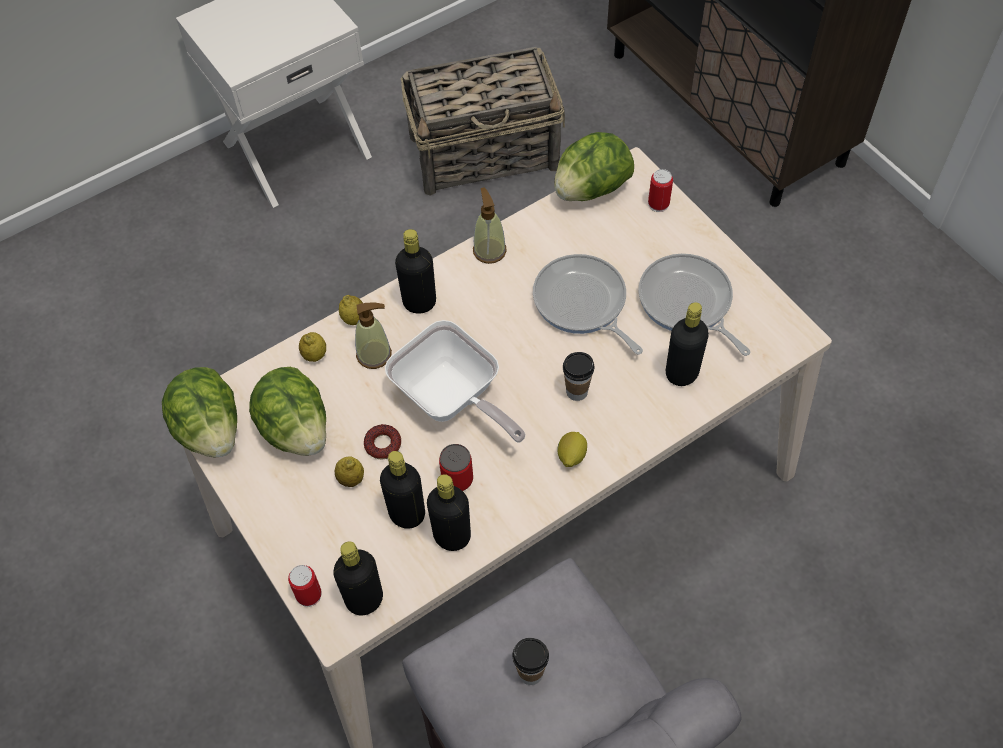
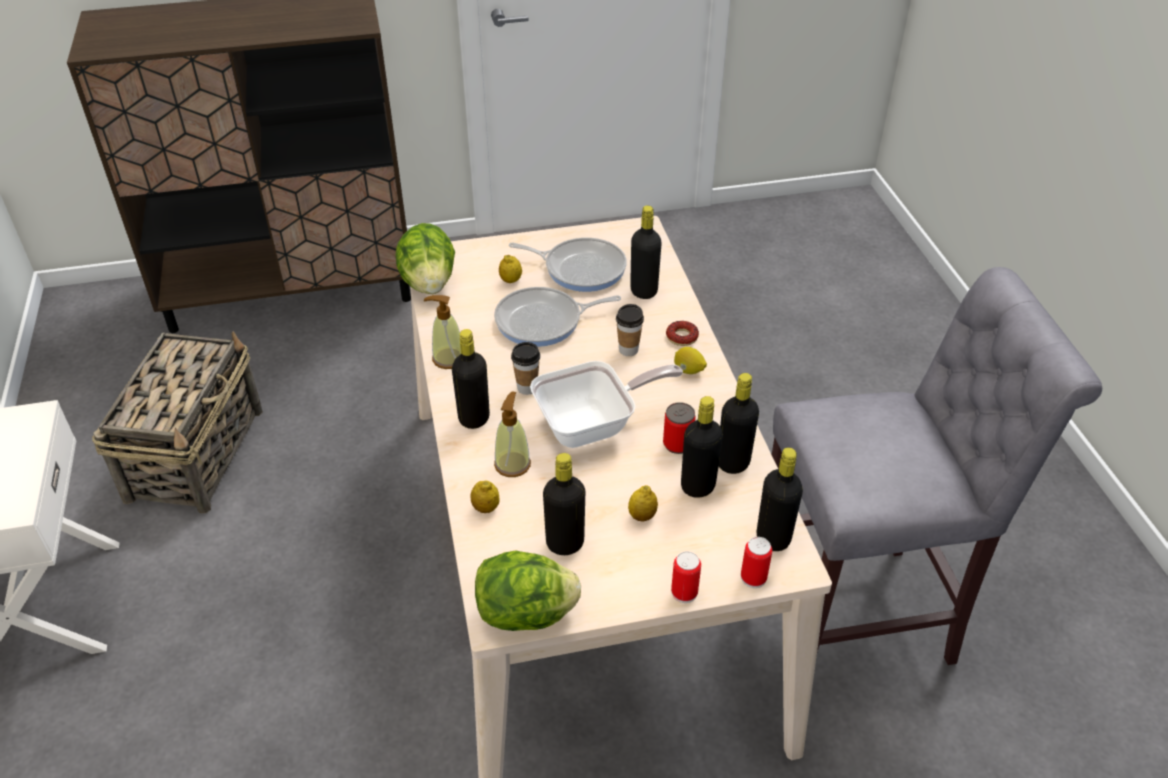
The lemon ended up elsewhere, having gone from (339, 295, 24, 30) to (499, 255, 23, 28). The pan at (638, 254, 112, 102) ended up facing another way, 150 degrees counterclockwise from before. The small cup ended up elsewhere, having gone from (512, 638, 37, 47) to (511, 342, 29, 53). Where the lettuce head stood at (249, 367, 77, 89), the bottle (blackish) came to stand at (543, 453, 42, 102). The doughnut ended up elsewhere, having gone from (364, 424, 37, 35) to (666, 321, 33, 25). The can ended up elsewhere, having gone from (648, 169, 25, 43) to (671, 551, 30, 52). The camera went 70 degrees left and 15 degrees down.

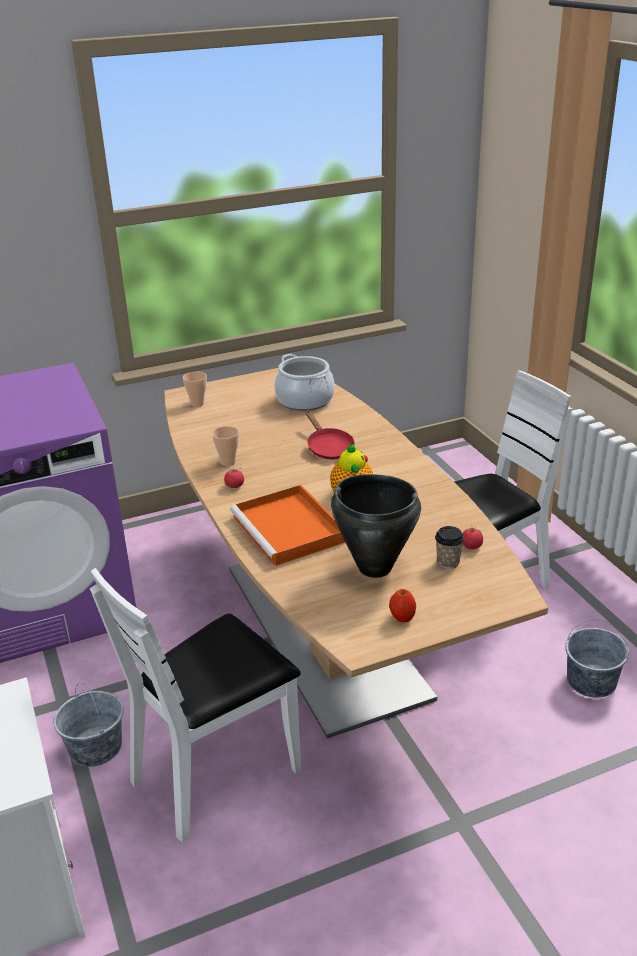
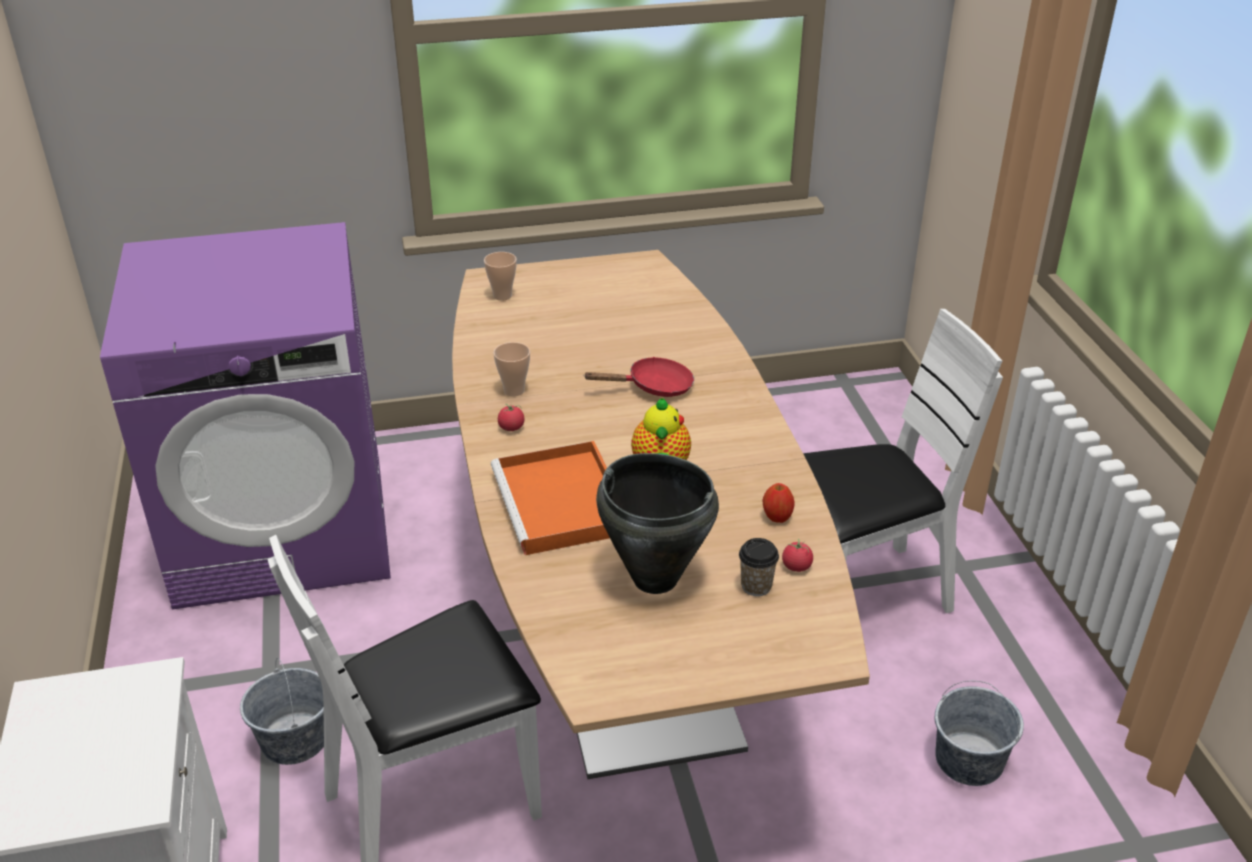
The pan (reddish) at (305, 411, 50, 48) ended up facing another way, 90 degrees counterclockwise from before. The apple fruit ended up elsewhere, having gone from (389, 589, 27, 33) to (762, 483, 33, 40). The second view lost the saucepot at (274, 354, 61, 57). The camera went 10 degrees right and 5 degrees up.

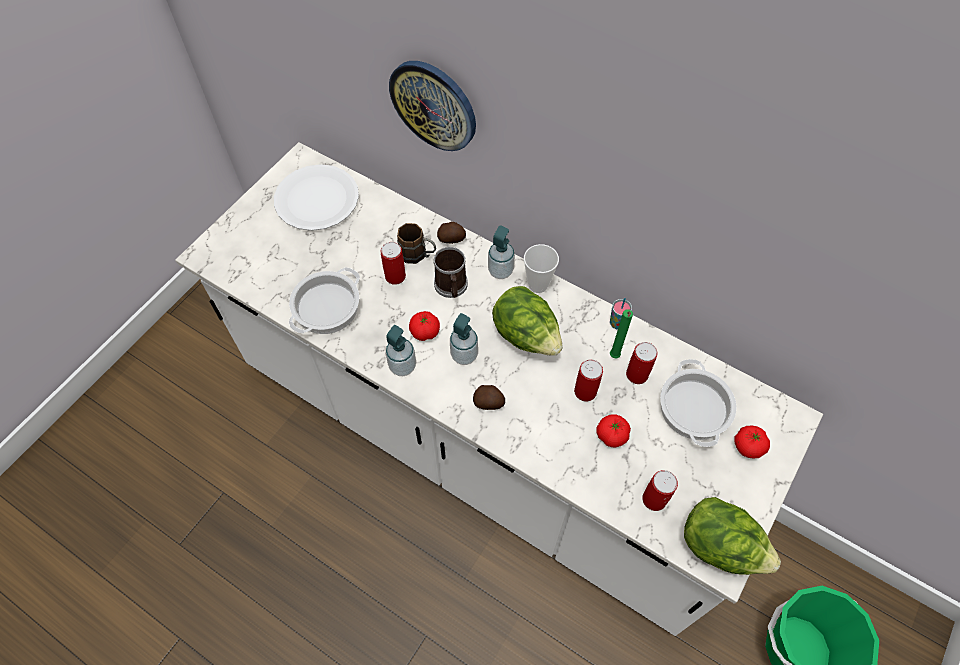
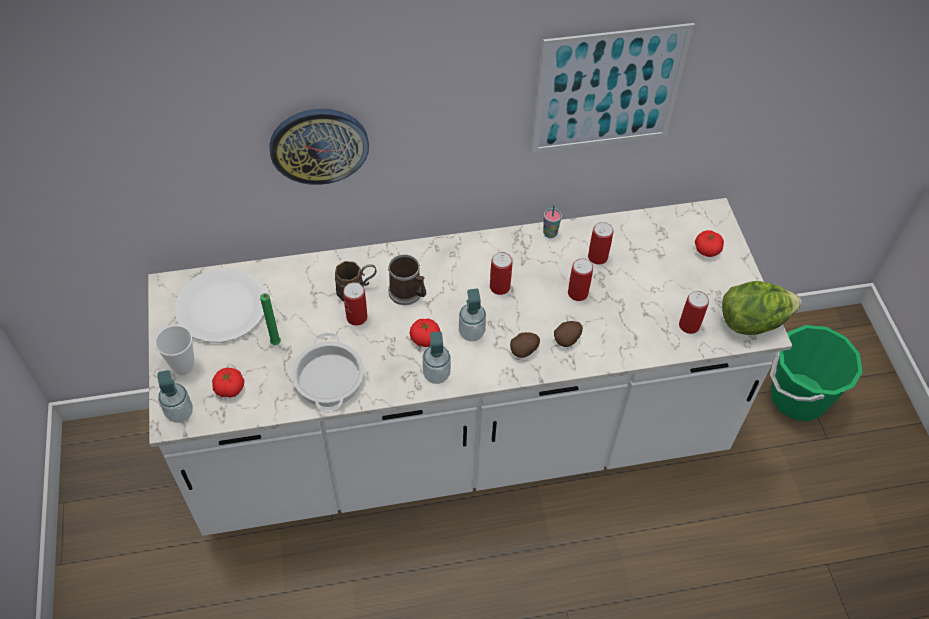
The small cup ended up elsewhere, having gone from (524, 244, 35, 49) to (155, 325, 39, 50). The soap bottle ended up elsewhere, having gone from (488, 226, 27, 53) to (157, 370, 36, 53). The whole tomato ended up elsewhere, having gone from (597, 414, 34, 33) to (212, 368, 32, 30). The candle (greenish) ended up elsewhere, having gone from (610, 309, 23, 49) to (260, 293, 21, 52). Where the lettuce head stood at (492, 286, 71, 70), the can came to stand at (490, 252, 22, 43). The second view gained the wall picture at (532, 23, 163, 130). The whole potato ended up elsewhere, having gone from (437, 222, 29, 22) to (554, 321, 29, 26). The second view lost the saucepot at (660, 359, 77, 88). The camera went 45 degrees left and 5 degrees down.

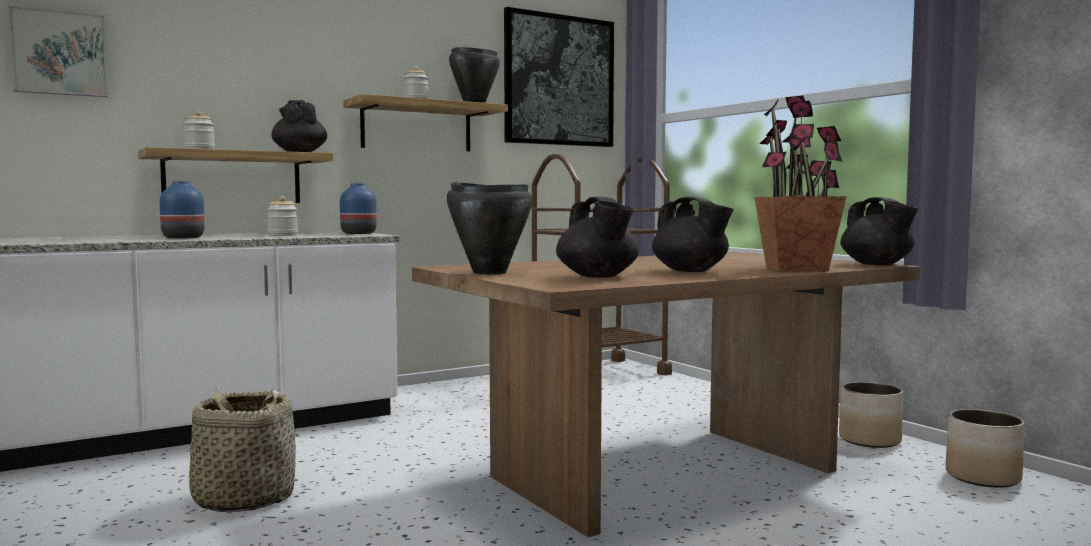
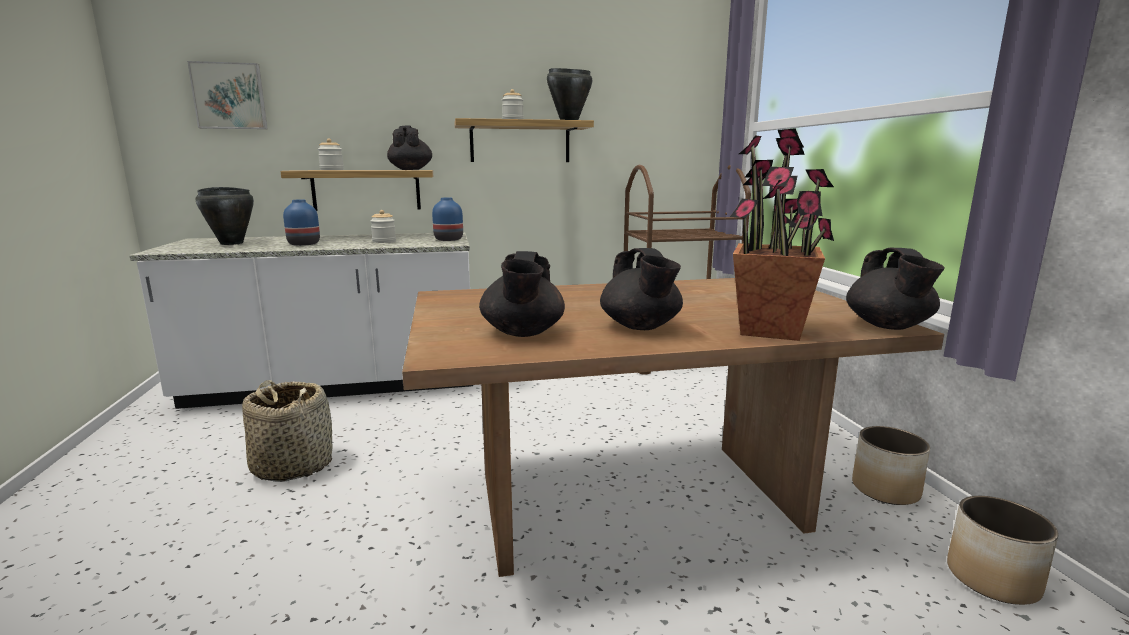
The saucepot (blackish) ended up elsewhere, having gone from (447, 182, 86, 93) to (196, 187, 58, 58). The second view lost the wall picture at (504, 7, 110, 140). The camera went 20 degrees right and 10 degrees up.

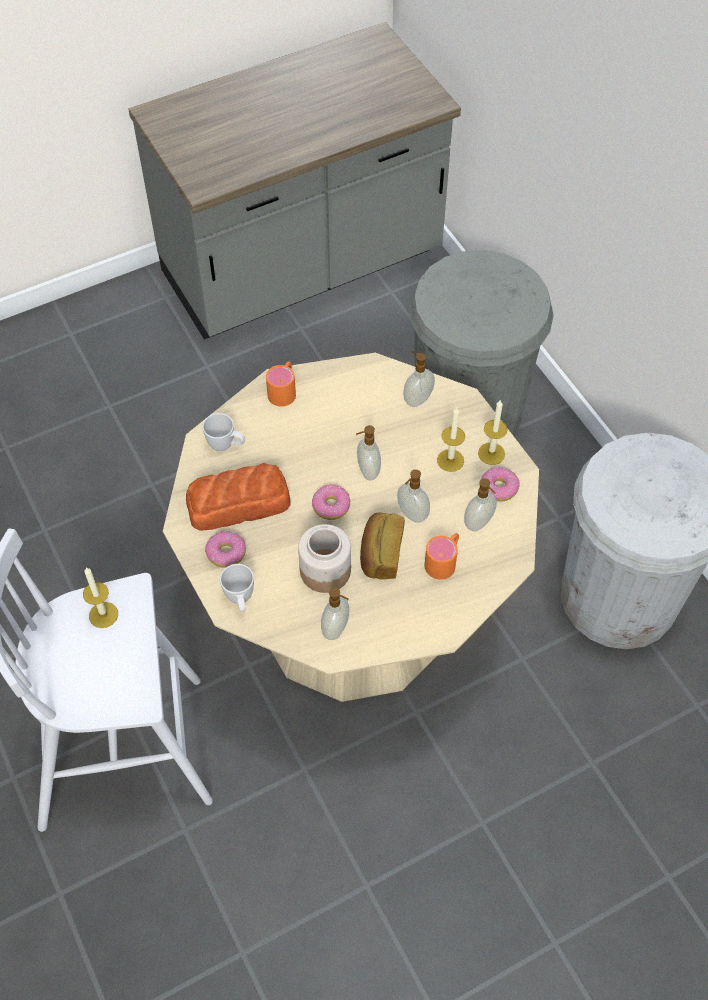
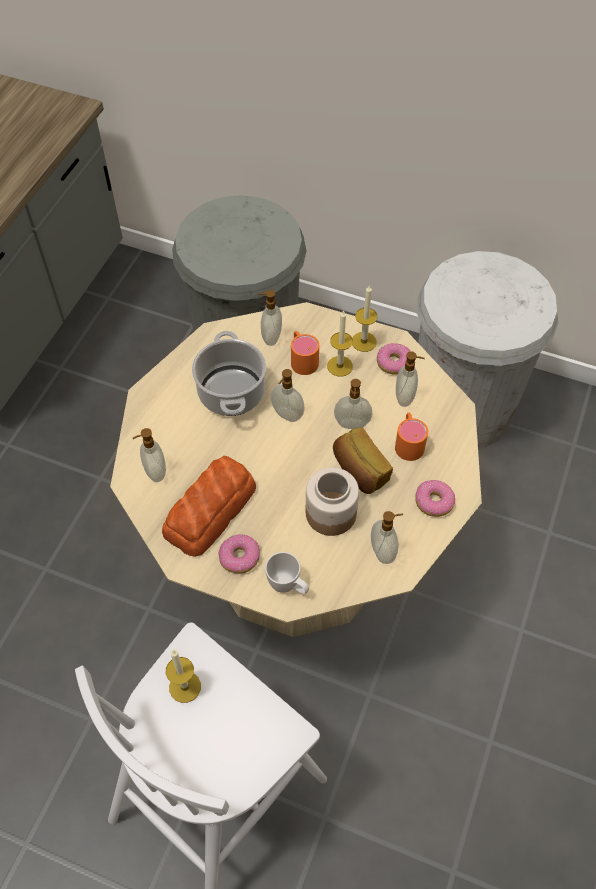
Where the mug (white) stood at (202, 413, 43, 38), the soap bottle came to stand at (133, 428, 33, 54). The second view gained the saucepot at (192, 331, 74, 85). The mug (orange-coloured) ended up elsewhere, having gone from (266, 361, 30, 46) to (291, 331, 28, 44). The doughnut ended up elsewhere, having gone from (312, 484, 38, 36) to (415, 480, 40, 37). The camera went 40 degrees left and 0 degrees up.

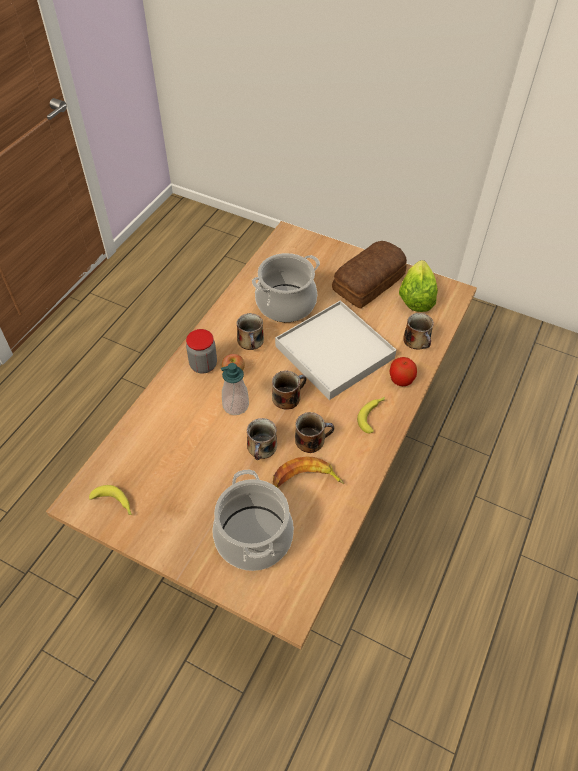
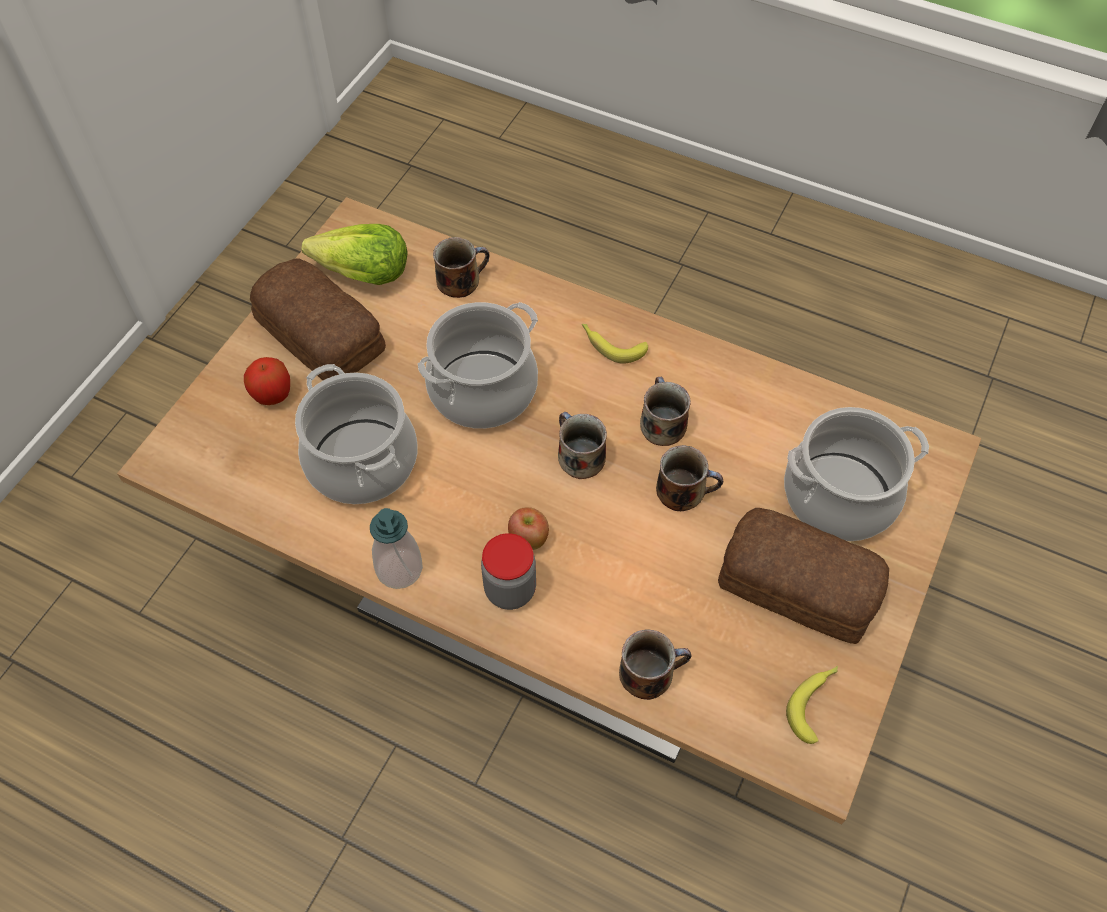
The apple fruit ended up elsewhere, having gone from (389, 357, 28, 29) to (244, 357, 46, 48). The soap bottle ended up elsewhere, having gone from (221, 363, 28, 52) to (370, 508, 53, 81). Where the serving tray (white) stood at (275, 300, 121, 100), the saucepot came to stand at (418, 302, 120, 127). The mug ended up elsewhere, having gone from (237, 313, 27, 37) to (619, 629, 72, 71). The second view gained the baked bread at (718, 508, 171, 136). The second view lost the whole banana at (273, 456, 71, 32). The camera went 90 degrees left and 5 degrees up.

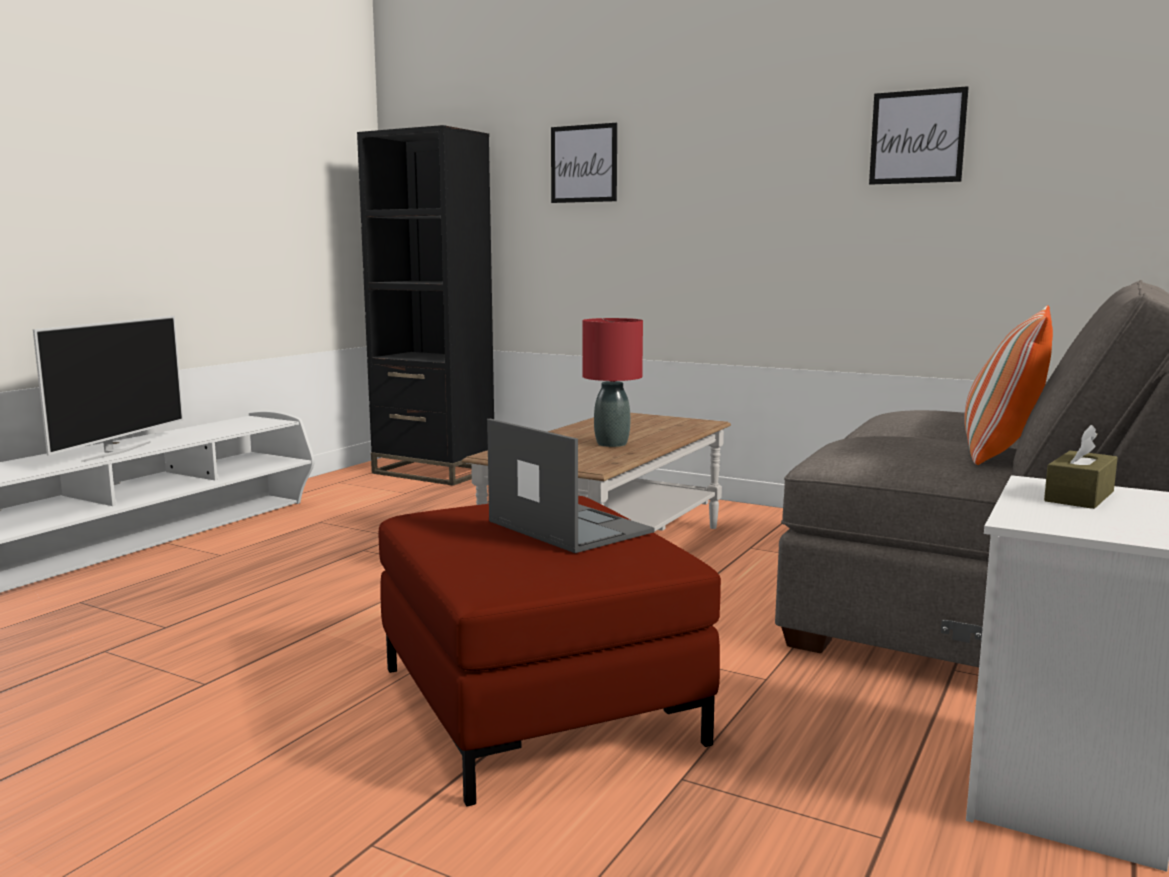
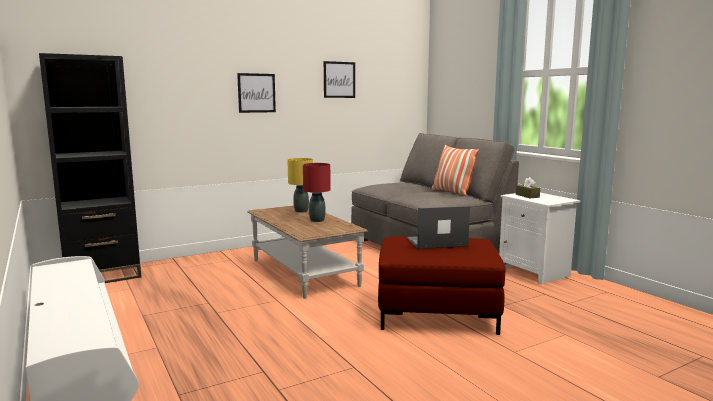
The wall picture ended up elsewhere, having gone from (551, 123, 66, 80) to (237, 73, 39, 40). The second view gained the table lamp (yellow) at (287, 158, 26, 55). The second view lost the TV set at (33, 316, 150, 146). The camera went 60 degrees left and 0 degrees up.

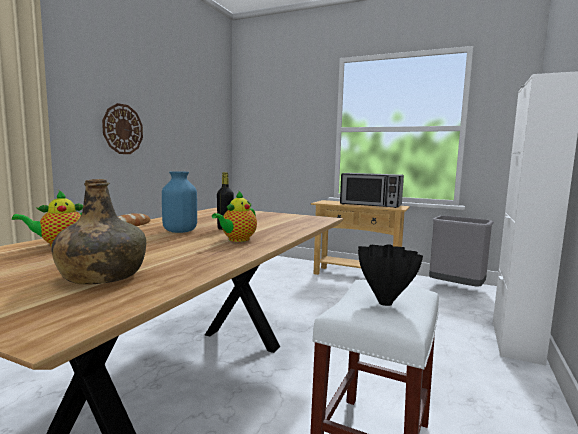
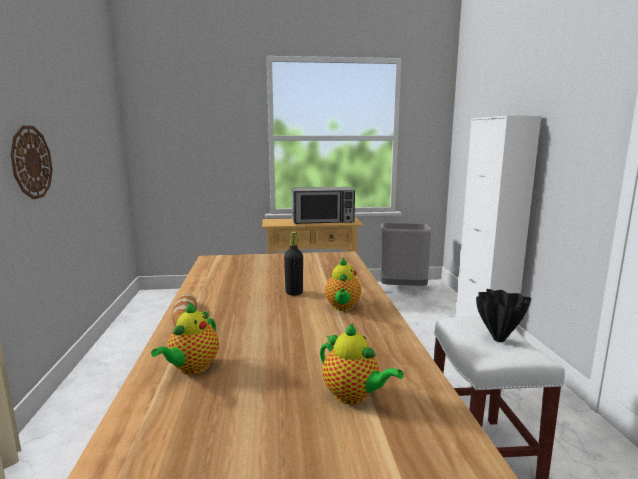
Where the bottle (greenish) stood at (51, 179, 95, 106), the pot for tea came to stand at (320, 323, 84, 82). The second view lost the decorative vase (bluish) at (162, 171, 35, 62). The camera went 30 degrees left and 5 degrees up.

